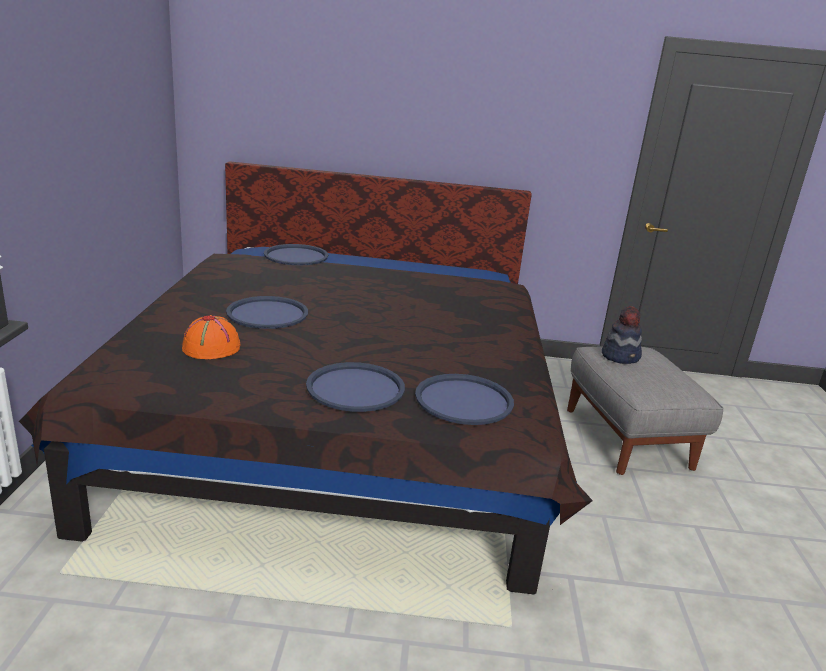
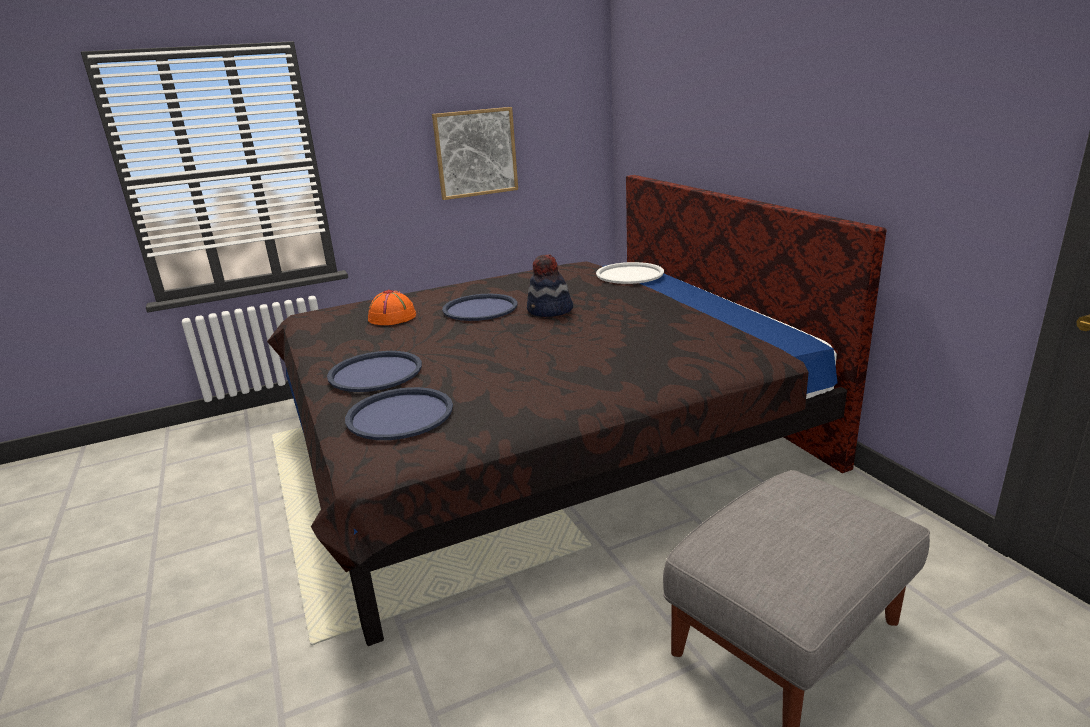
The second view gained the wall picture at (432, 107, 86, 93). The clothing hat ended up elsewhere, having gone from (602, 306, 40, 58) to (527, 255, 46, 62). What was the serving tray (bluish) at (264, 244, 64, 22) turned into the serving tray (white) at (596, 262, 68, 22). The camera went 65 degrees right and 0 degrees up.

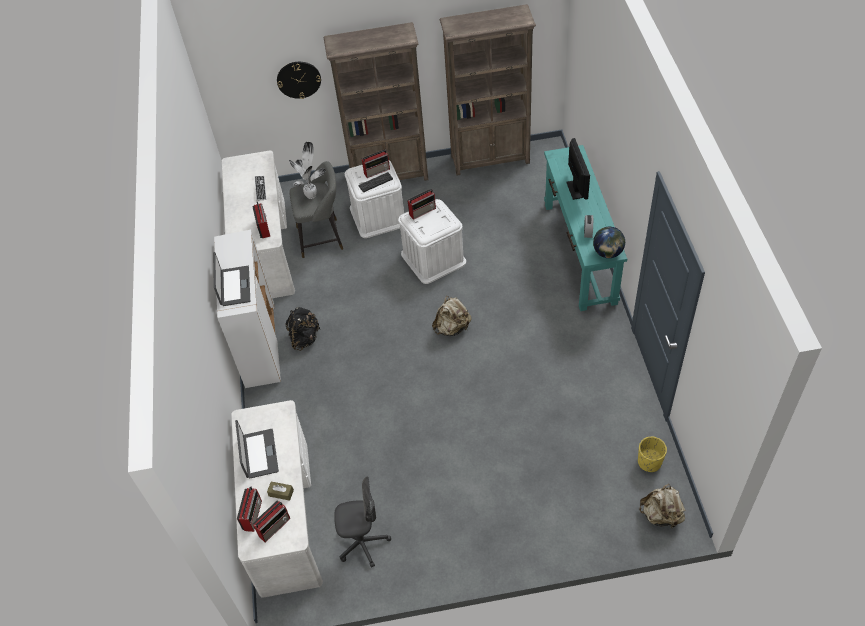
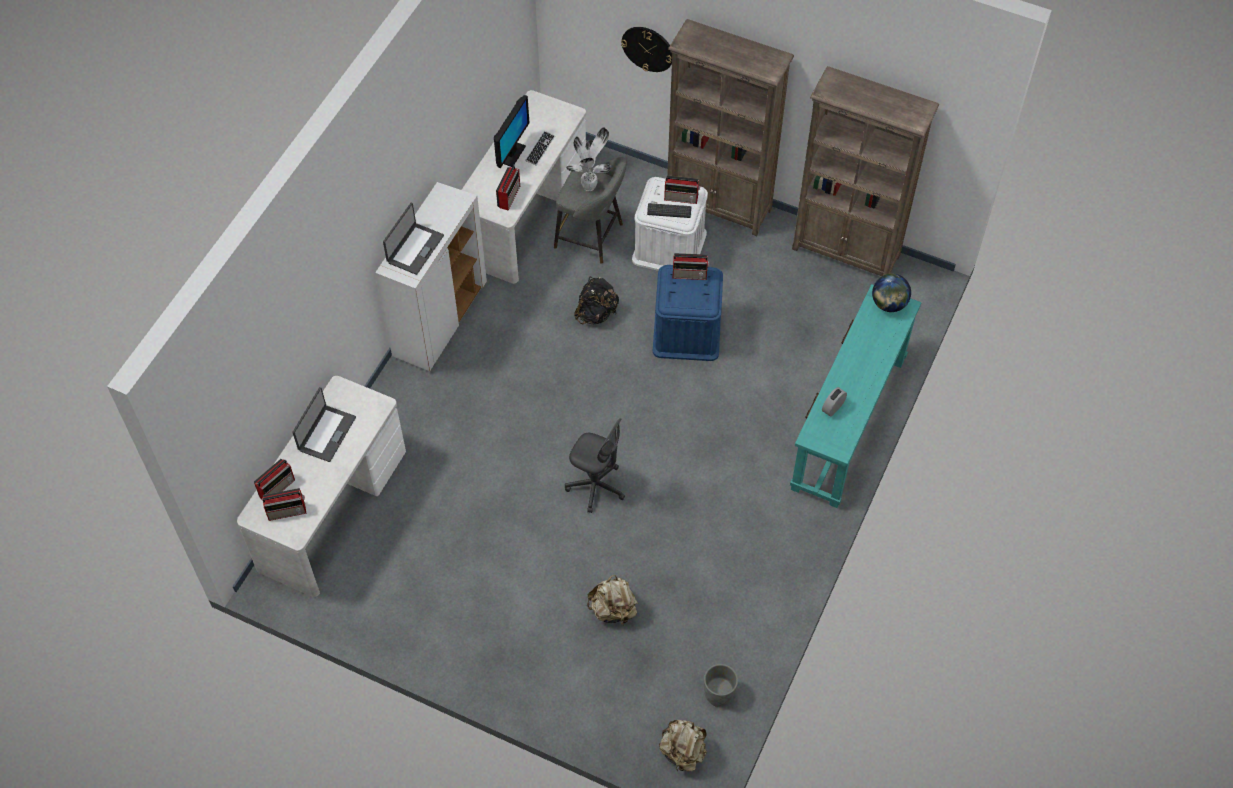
The computer screen ended up elsewhere, having gone from (566, 138, 24, 62) to (494, 95, 35, 73). The desk chair (greyish) ended up elsewhere, having gone from (334, 476, 57, 92) to (565, 418, 60, 95). The backpack (blackish) ended up elsewhere, having gone from (285, 307, 35, 44) to (574, 277, 45, 47). The backpack (beige-coloured) ended up elsewhere, having gone from (432, 296, 39, 40) to (587, 575, 51, 51). What was the storage container (white) at (398, 199, 68, 85) turned into the storage container (bluish) at (653, 265, 70, 96). What was the planter (yellow) at (638, 437, 29, 35) turned into the planter (greyish) at (704, 664, 34, 43). The world globe ended up elsewhere, having gone from (593, 227, 32, 31) to (872, 273, 39, 39). The second view lost the tissue holder (brown) at (267, 482, 27, 19). The camera went 30 degrees right and 5 degrees up.

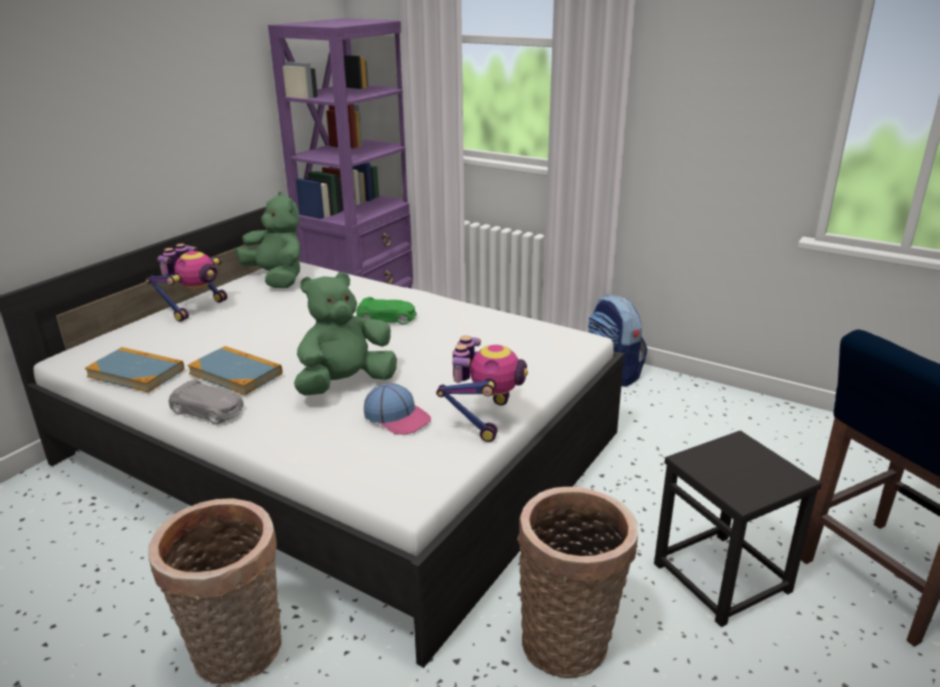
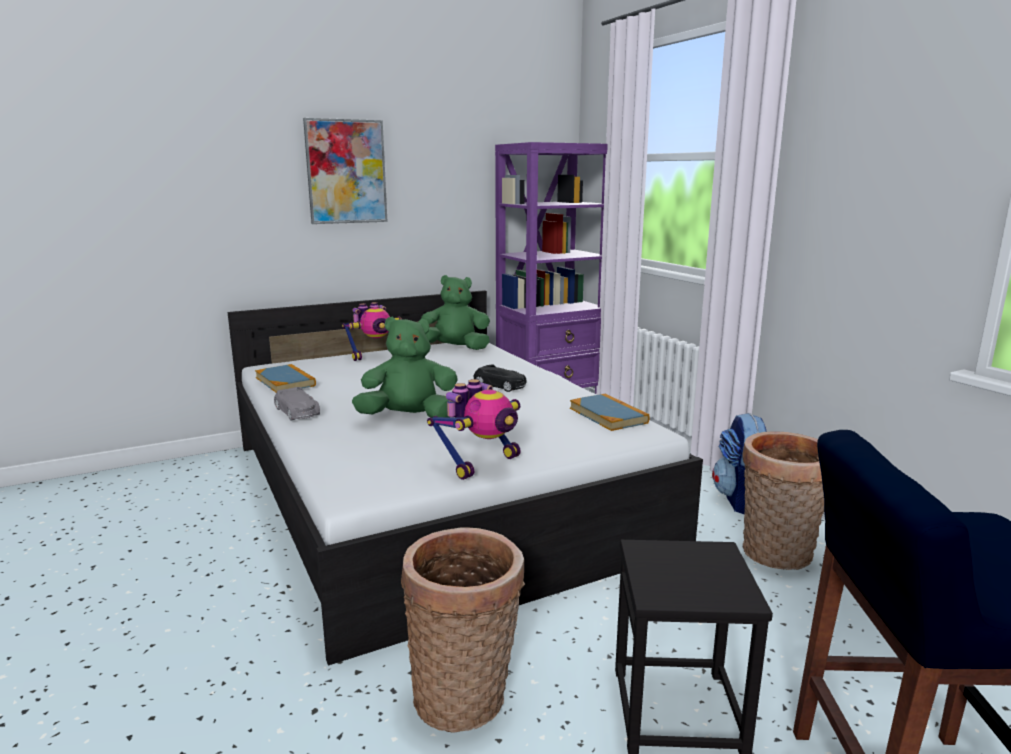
The second view gained the wall picture at (303, 118, 84, 106). The plush toy (greenish) at (235, 192, 65, 96) ended up facing another way, 75 degrees counterclockwise from before. What was the miniature car (greenish) at (356, 297, 61, 28) turned into the miniature car (blackish) at (474, 365, 53, 27). The volume ended up elsewhere, having gone from (187, 346, 95, 49) to (570, 394, 80, 37). The storage basket ended up elsewhere, having gone from (148, 498, 134, 187) to (743, 431, 81, 139). The second view lost the cap at (364, 383, 67, 52). The camera went 30 degrees right and 10 degrees down.

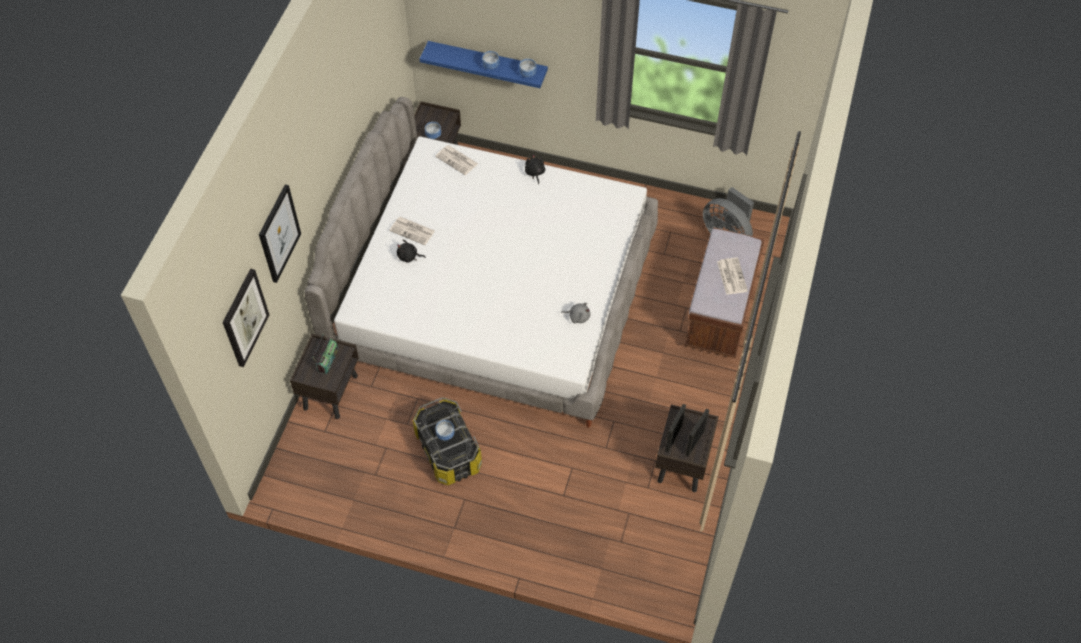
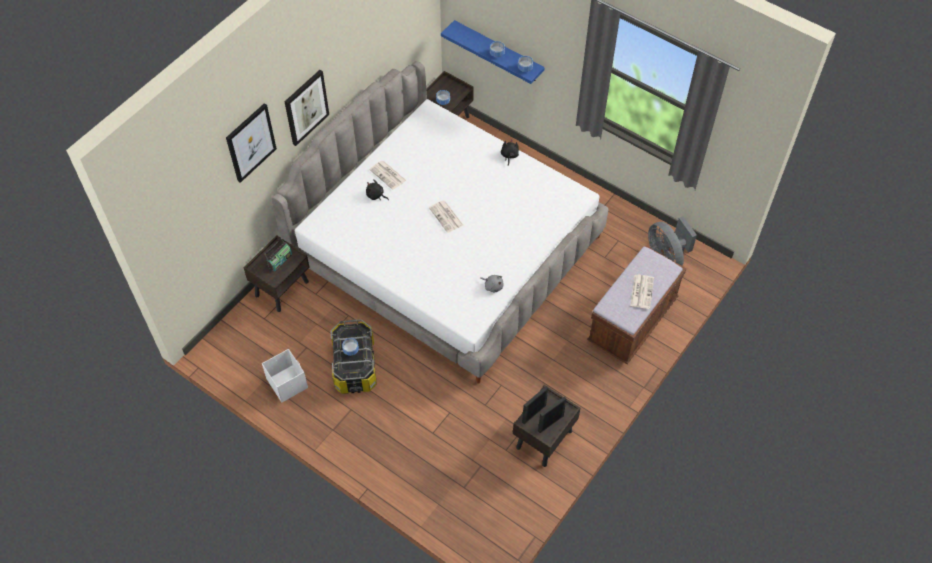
The second view gained the storage container (white) at (262, 349, 46, 53). The wall picture ended up elsewhere, having gone from (223, 269, 46, 98) to (284, 70, 45, 76). The daily paper ended up elsewhere, having gone from (435, 145, 43, 30) to (429, 201, 34, 32). The camera went 20 degrees right and 0 degrees up.

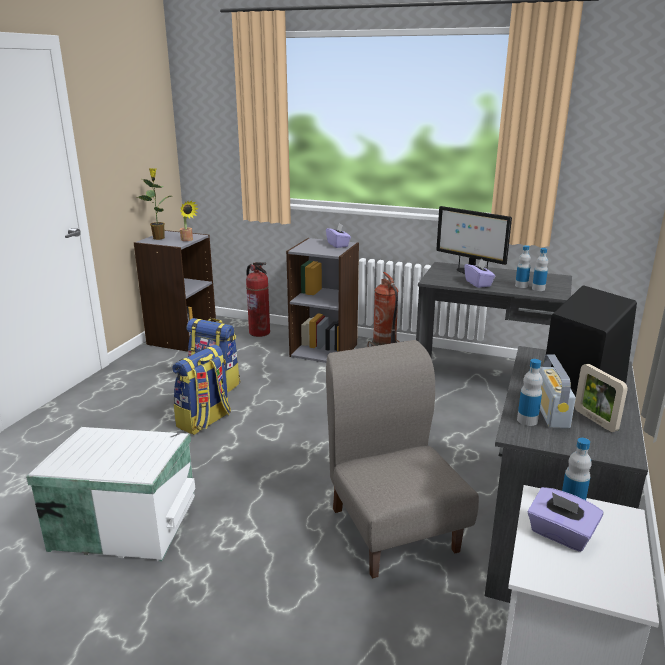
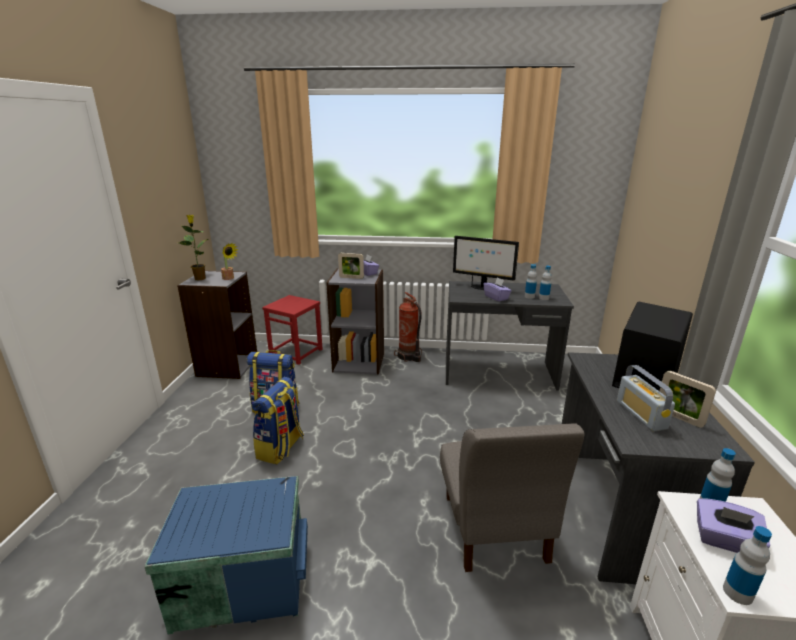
What was the storage container (white) at (26, 427, 169, 135) turned into the storage container (bluish) at (144, 476, 164, 158). Where the fire-fighting cylinder stood at (246, 262, 24, 75), the stool (reddish) came to stand at (262, 295, 61, 70). The second view gained the picture frame at (338, 253, 26, 26). The plain chair (greyish) at (326, 340, 153, 239) ended up facing another way, 150 degrees counterclockwise from before. The bottle ended up elsewhere, having gone from (517, 359, 26, 67) to (723, 526, 49, 79). The camera went 15 degrees left and 0 degrees up.

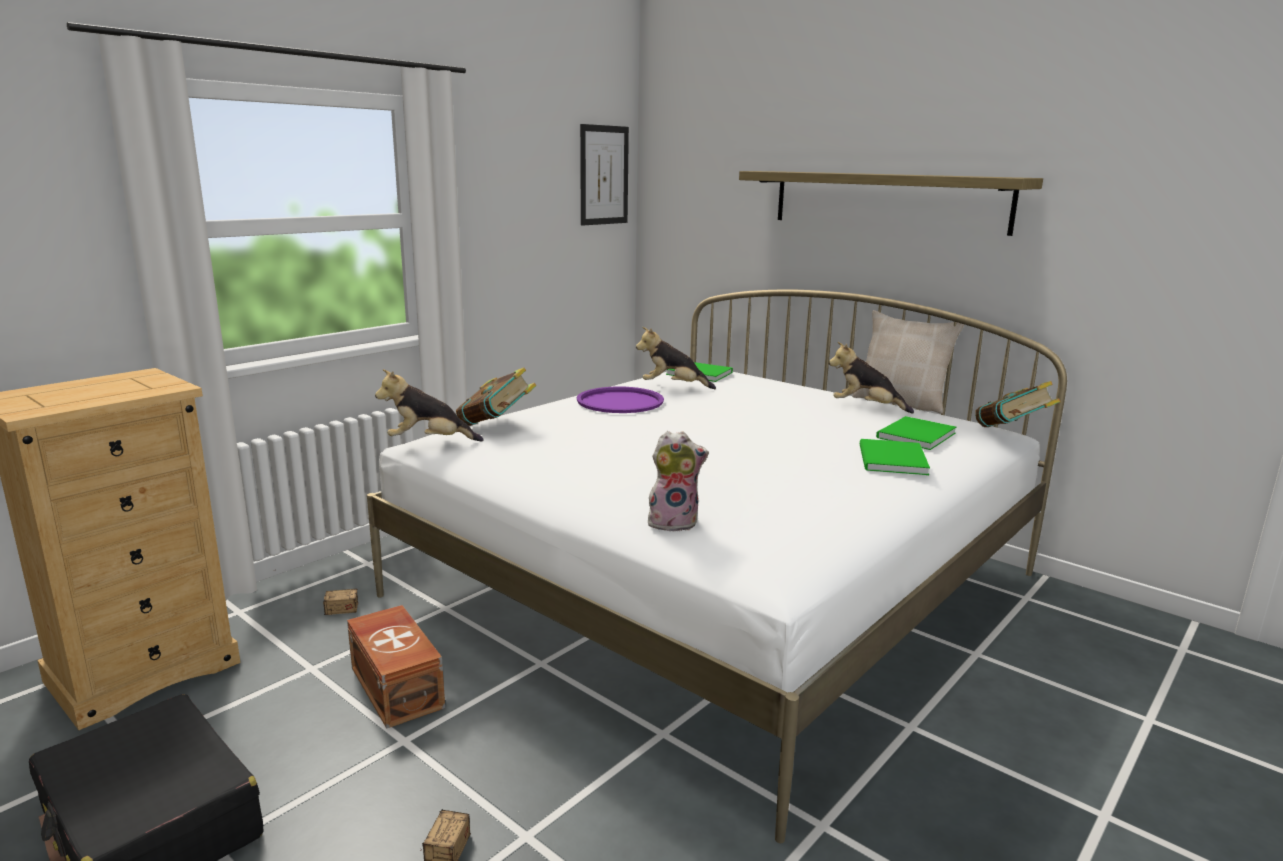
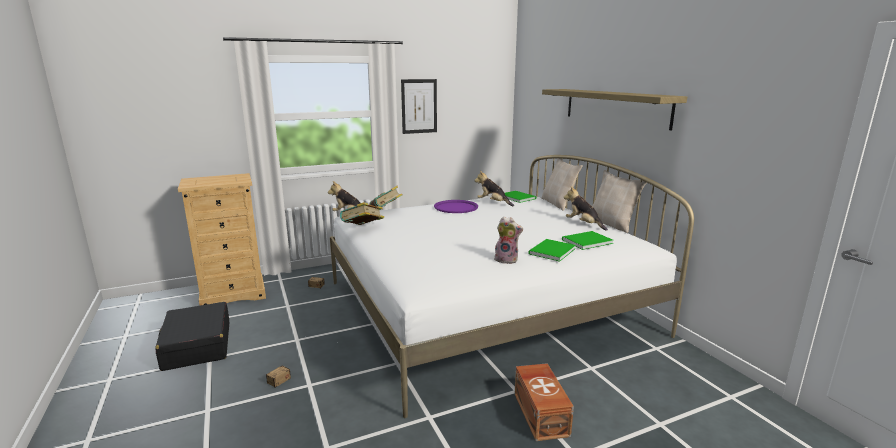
The volume ended up elsewhere, having gone from (975, 381, 86, 46) to (340, 202, 44, 23). The wall picture ended up elsewhere, having gone from (580, 124, 49, 102) to (401, 79, 36, 55). The plush toy ended up elsewhere, having gone from (648, 431, 61, 101) to (494, 216, 29, 48). The storage container (brown) ended up elsewhere, having gone from (347, 605, 98, 124) to (515, 363, 59, 78). The second view gained the throw pillow (beige-coloured) at (541, 158, 42, 53). The camera went 25 degrees right and 0 degrees up.

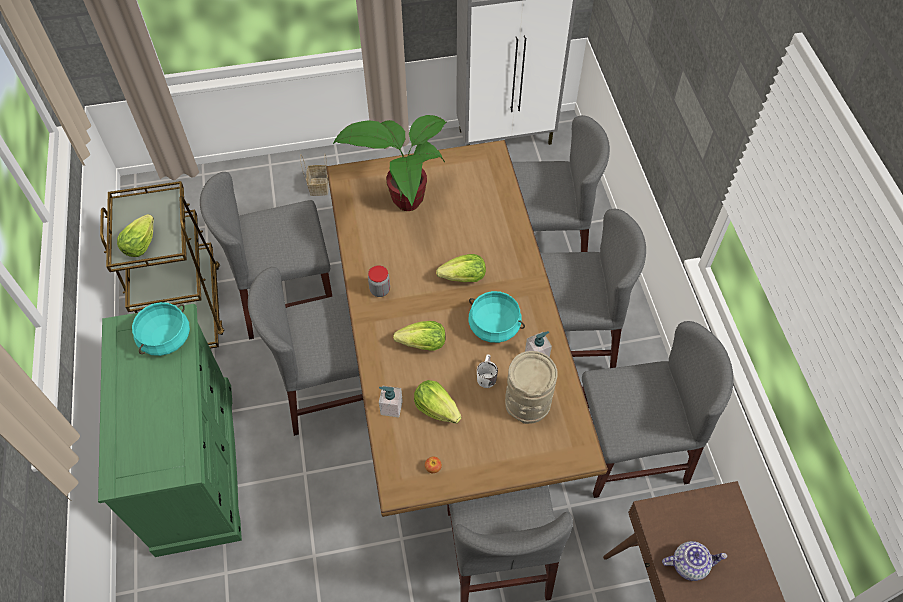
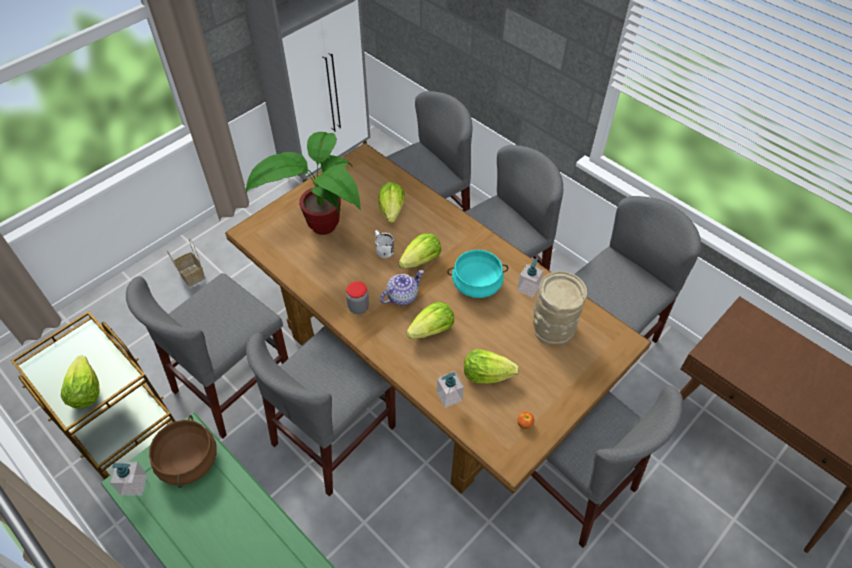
The second view gained the soap bottle at (109, 461, 38, 35). What was the saucepot (turquoise-coloured) at (132, 302, 58, 54) turned into the saucepot (brown) at (149, 415, 68, 73). The mug (white) ended up elsewhere, having gone from (477, 355, 21, 33) to (375, 230, 19, 28). The second view gained the lettuce head at (378, 182, 27, 41). The pot for tea ended up elsewhere, having gone from (662, 541, 65, 40) to (380, 270, 44, 35). The camera went 35 degrees left and 5 degrees down.

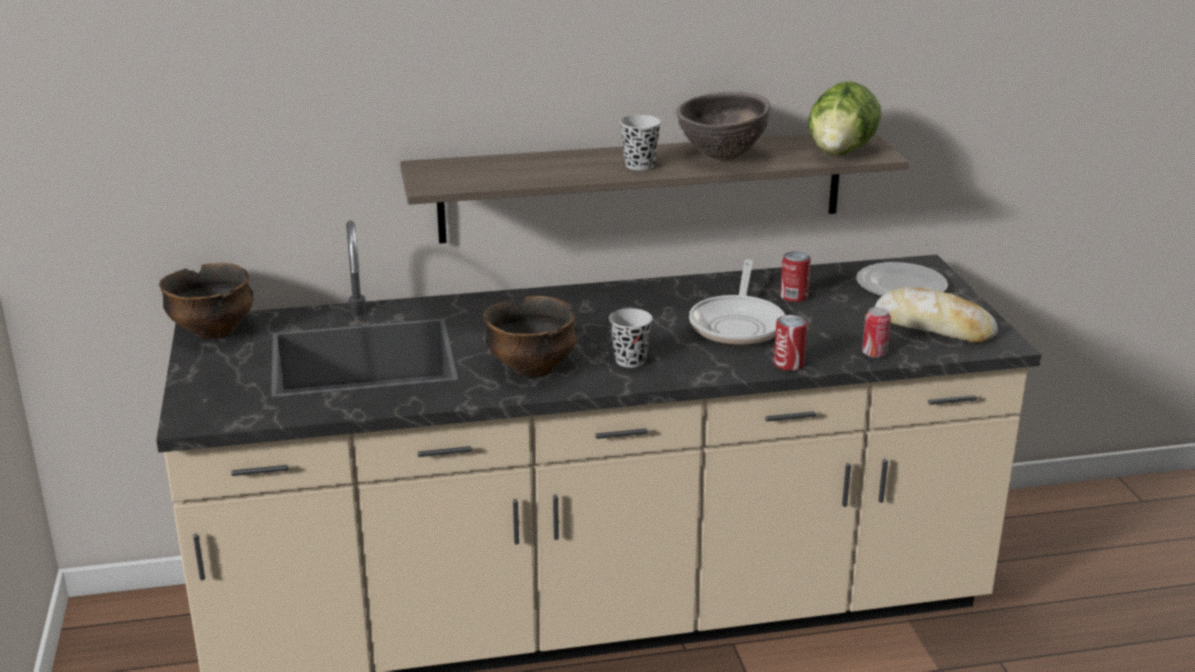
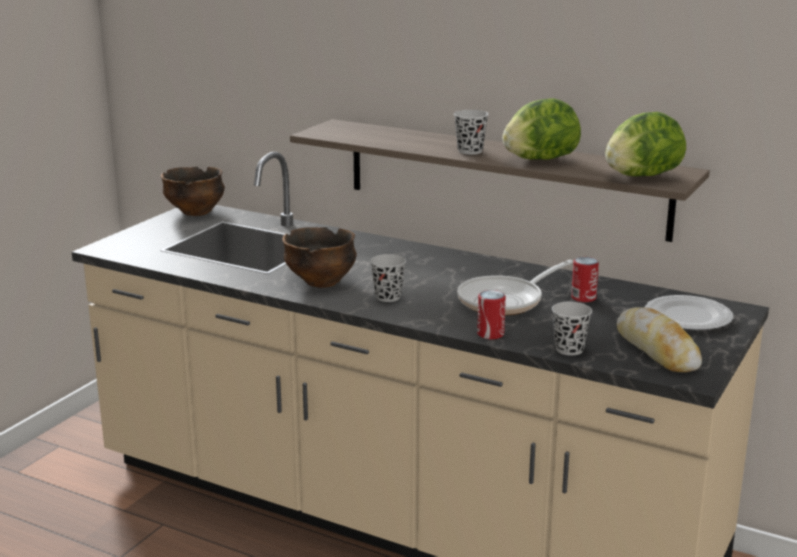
Where the serving bowl (brown) stood at (676, 91, 95, 69), the lettuce head came to stand at (502, 98, 79, 62). Where the can stood at (862, 307, 29, 51), the small cup (blackish) came to stand at (552, 302, 40, 54). The camera went 40 degrees right and 5 degrees down.

